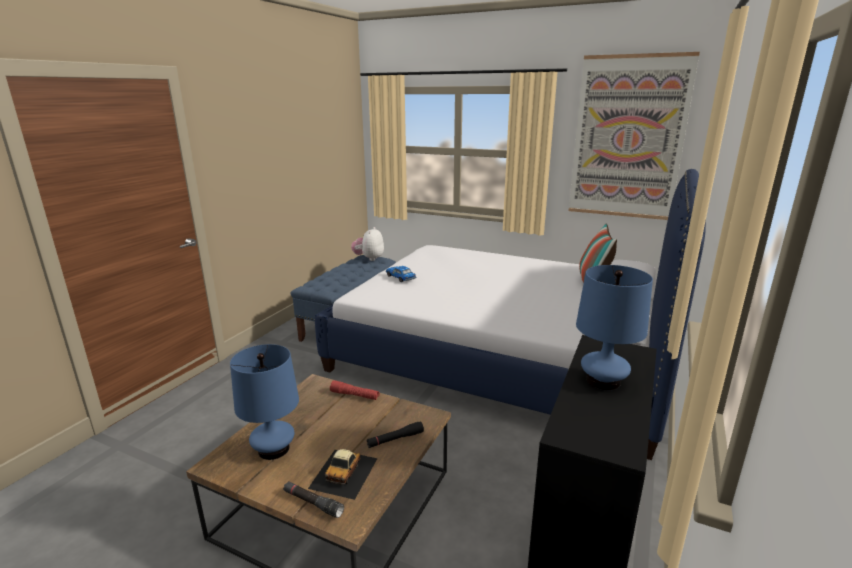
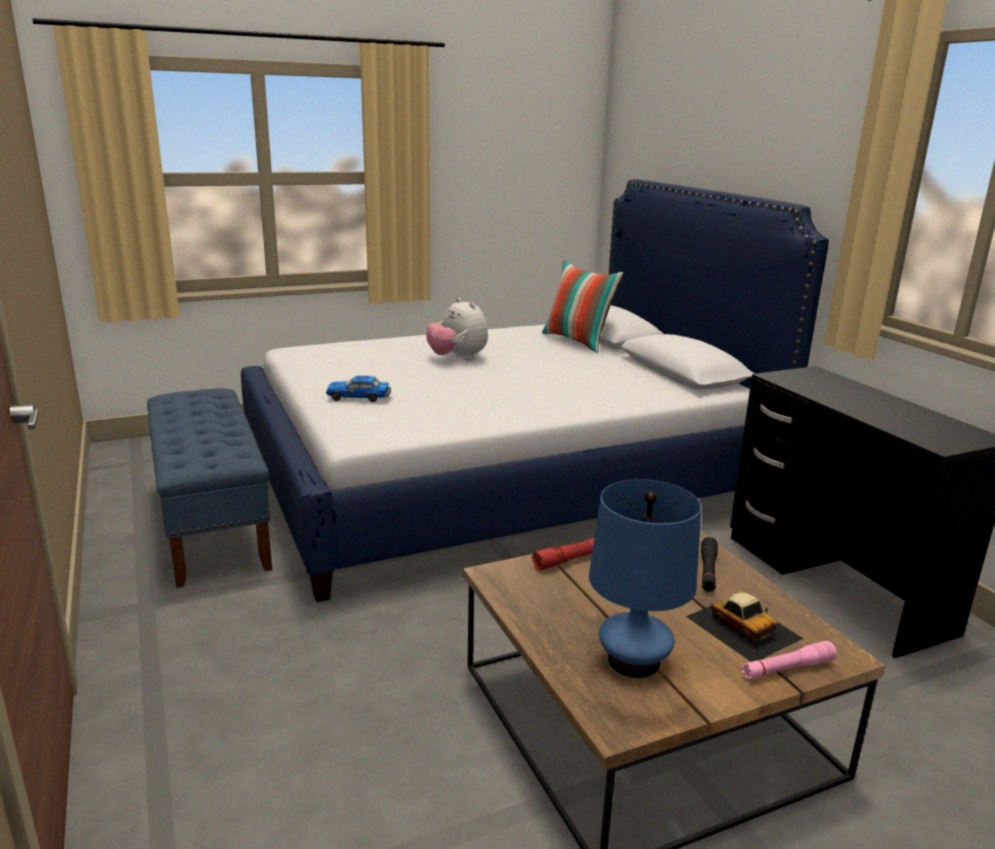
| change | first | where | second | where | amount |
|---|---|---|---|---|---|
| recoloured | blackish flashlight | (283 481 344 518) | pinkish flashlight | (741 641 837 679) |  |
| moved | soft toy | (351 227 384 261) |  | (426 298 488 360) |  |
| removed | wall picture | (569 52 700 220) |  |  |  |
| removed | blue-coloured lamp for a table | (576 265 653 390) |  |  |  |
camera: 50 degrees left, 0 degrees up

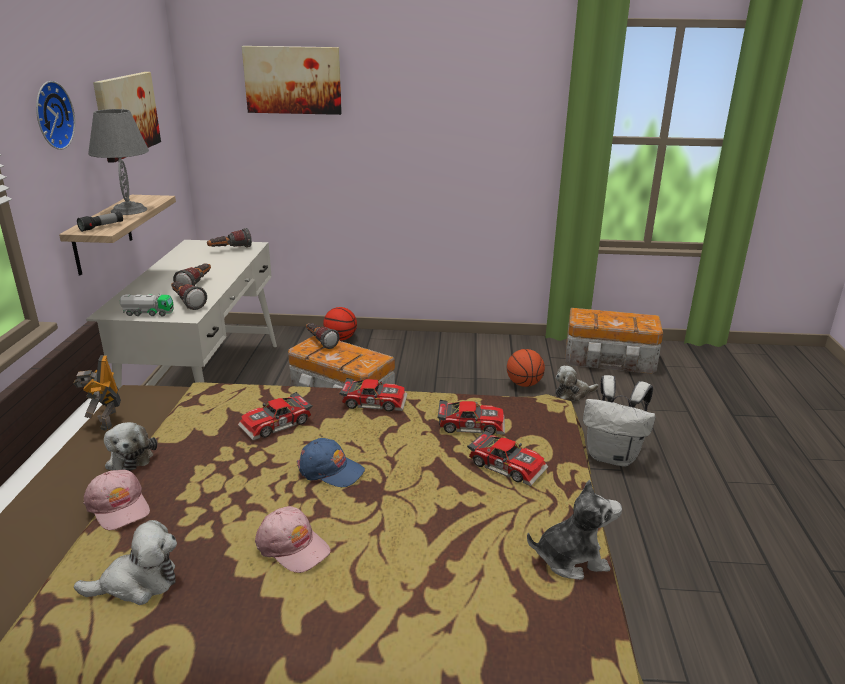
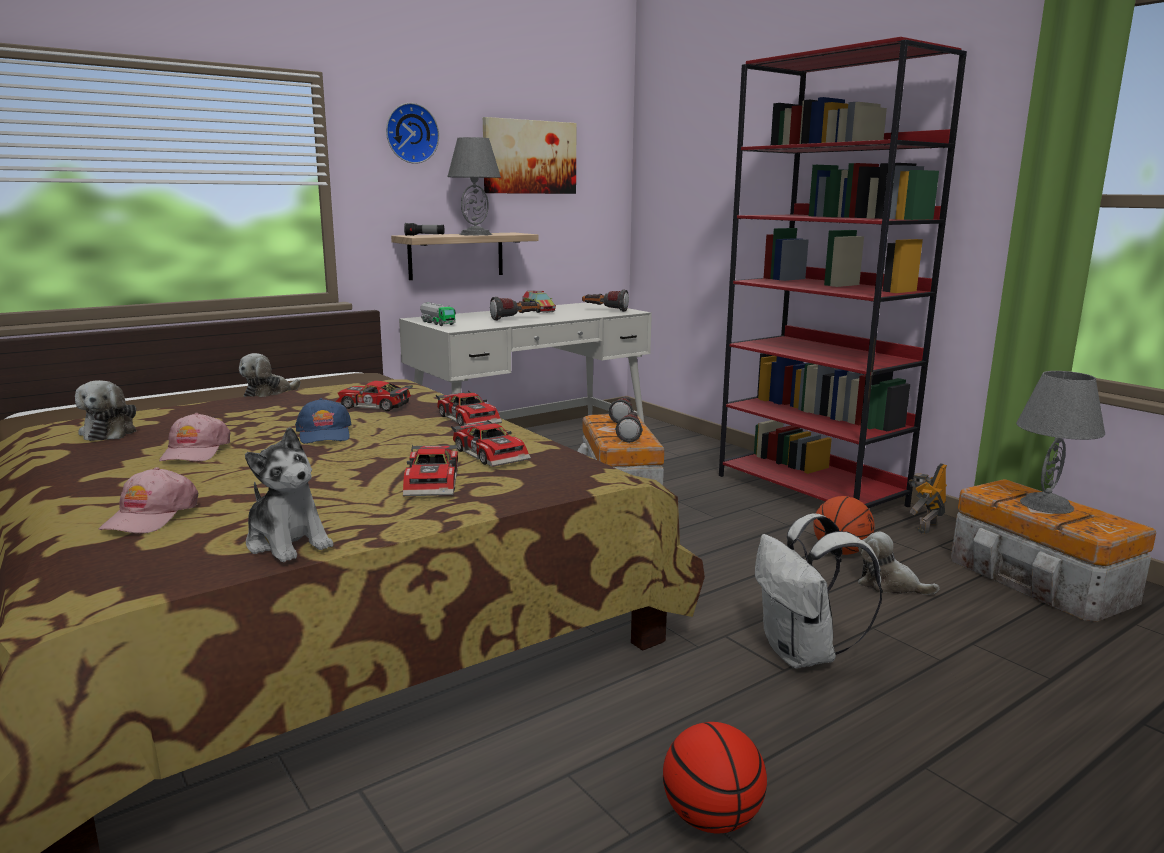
| change | first | where | second | where | amount |
|---|---|---|---|---|---|
| moved | model robot | (73 355 121 431) |  | (908 463 947 534) |  |
| turned | soft toy | (74 520 177 605) |  | (75 380 136 441) | 45 degrees clockwise |
| moved | pinkish baseball cap | (84 470 150 531) |  | (99 467 198 533) |  |
| moved | flashlight | (171 281 207 310) |  | (615 412 643 443) |  |
| removed | wall picture | (242 46 342 115) |  |  |  |
| moved | basketball ball | (323 307 357 340) |  | (663 722 767 833) |  |
| added |  |  | toy lorry | (522 290 556 313) |  |
| added |  |  | red shelving unit | (719 37 967 508) |  |
| added |  |  | grey lamp for a table | (1016 371 1105 514) |  |
camera: 50 degrees right, 10 degrees down

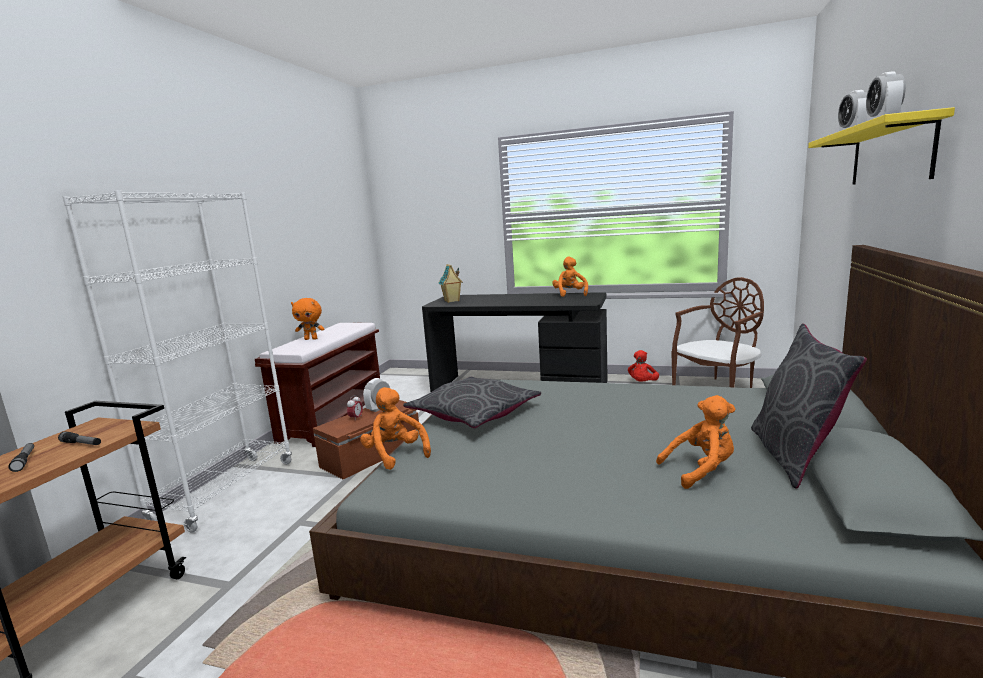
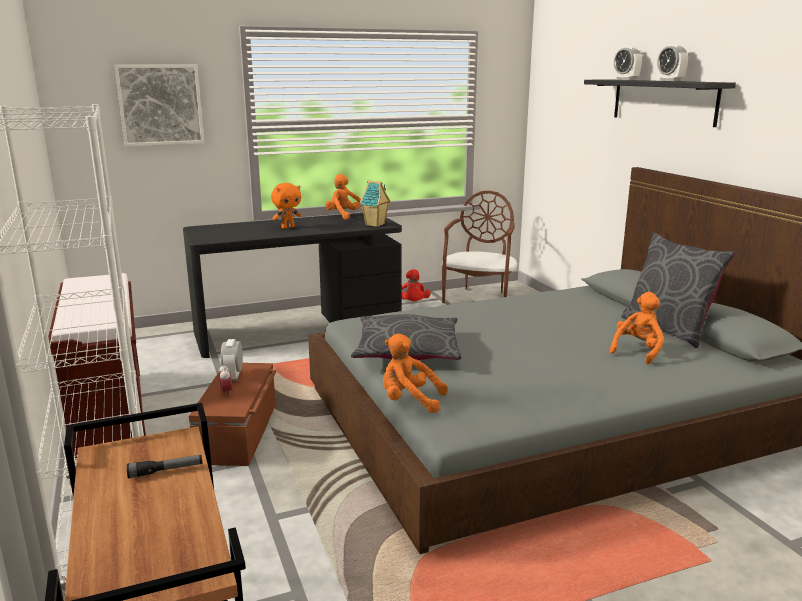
| change | first | where | second | where | amount |
|---|---|---|---|---|---|
| removed | flashlight | (8 443 34 472) |  |  |  |
| moved | orange soft toy | (291 298 324 340) |  | (271 183 302 229) |  |
| moved | model house | (438 264 463 303) |  | (360 180 391 227) |  |
| recoloured | yellow wall shelf | (808 107 955 185) | blackish wall shelf | (584 79 736 127) |  |
| added |  |  | wall picture | (115 65 204 146) |  |
camera: 40 degrees left, 5 degrees up

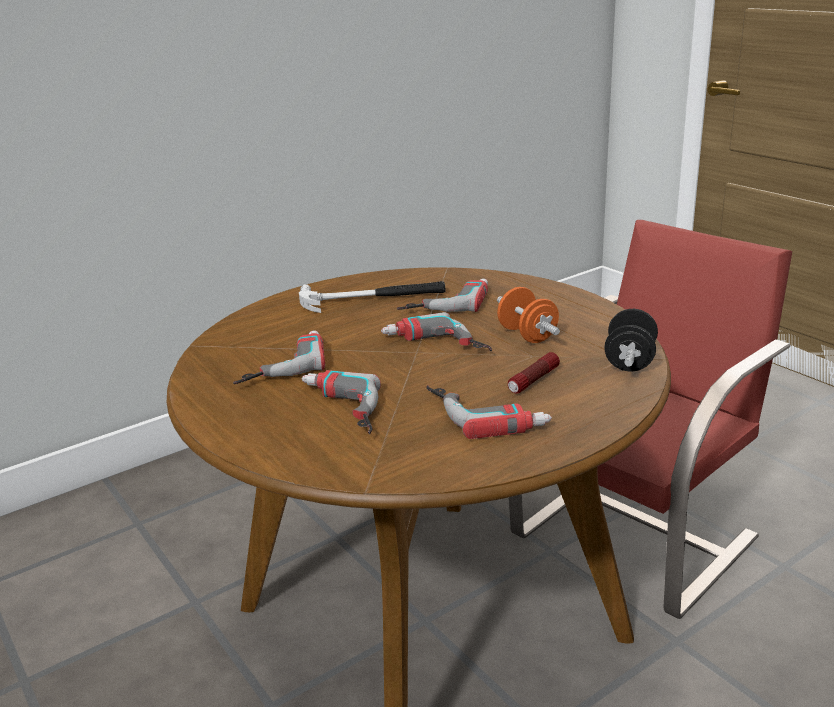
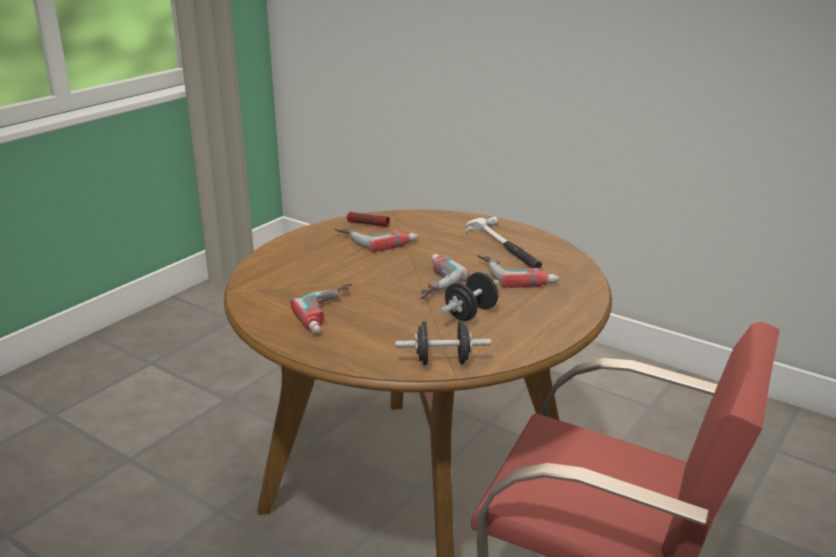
| change | first | where | second | where | amount |
|---|---|---|---|---|---|
| removed | electric drill | (302 370 381 434) |  |  |  |
| recoloured | orange free weight | (497 287 560 343) | blackish free weight | (441 272 499 321) |  |
| moved | flashlight | (508 352 560 394) |  | (347 212 390 227) |  |
camera: 70 degrees right, 0 degrees up

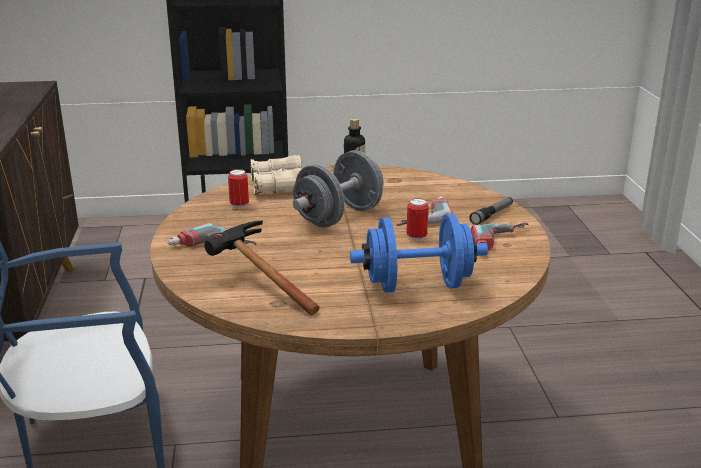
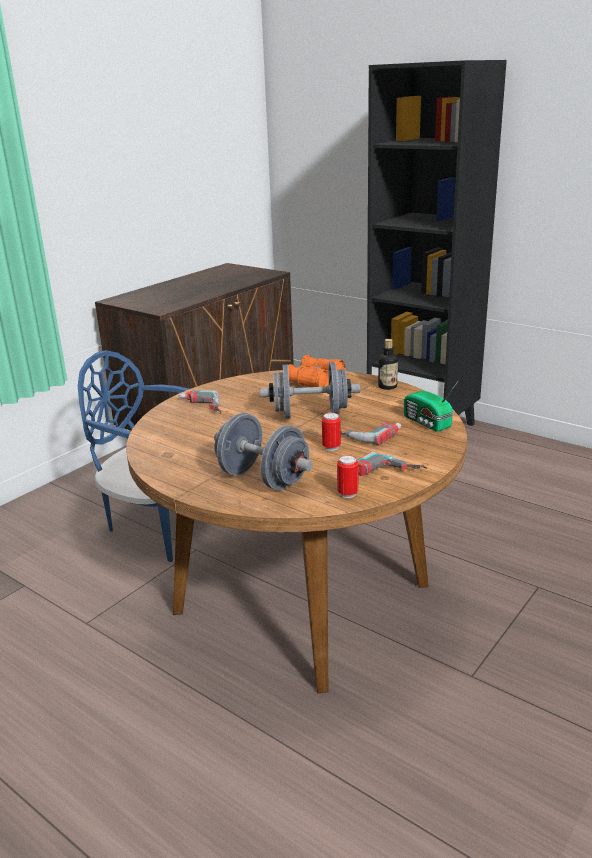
| change | first | where | second | where | amount |
|---|---|---|---|---|---|
| removed | tool hammer | (204 221 320 315) |  |  |  |
| moved | can | (228 169 249 209) |  | (337 455 358 498) |  |
| recoloured | beige-coloured binoculars | (250 155 303 195) | orange binoculars | (288 355 346 387) |  |
| recoloured | blue-coloured free weight | (350 214 488 293) | grey free weight | (214 413 313 490) |  |
| removed | flashlight | (469 197 513 225) |  |  |  |
| added |  |  | radio | (404 382 458 432) |  |
camera: 45 degrees right, 0 degrees up

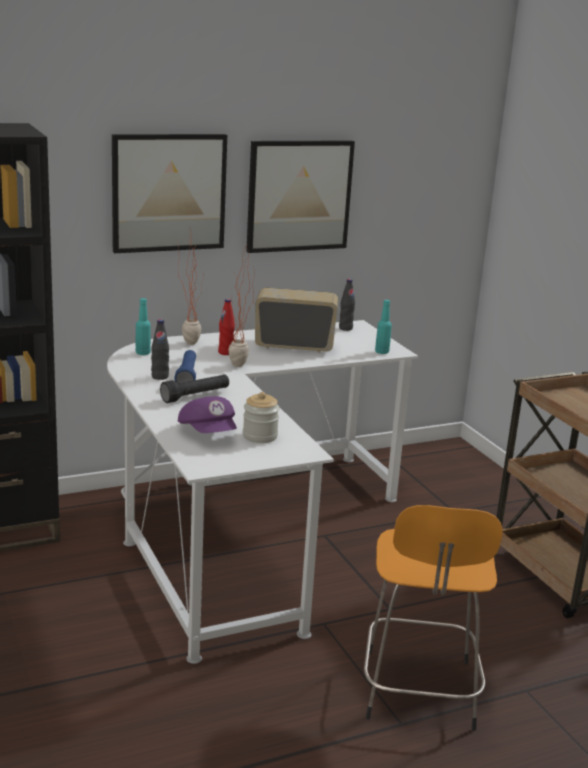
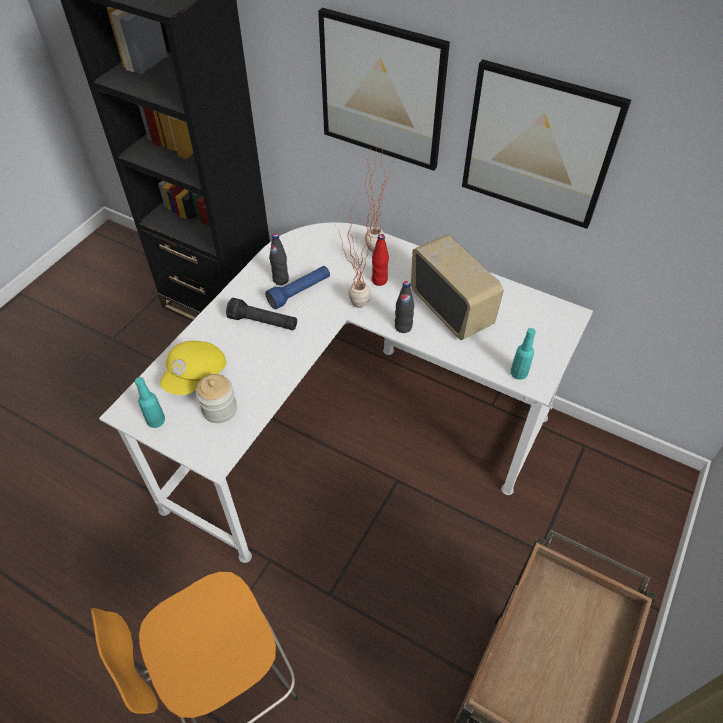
| change | first | where | second | where | amount |
|---|---|---|---|---|---|
| moved | turquoise-coloured drink bottle | (135 298 151 355) |  | (135 377 165 428) |  |
| recoloured | purplish baseball cap | (178 396 237 433) | yellow baseball cap | (160 341 226 395) |  |
| moved | blackish drink bottle | (339 279 355 331) |  | (395 281 414 333) |  |
camera: 55 degrees right, 30 degrees up

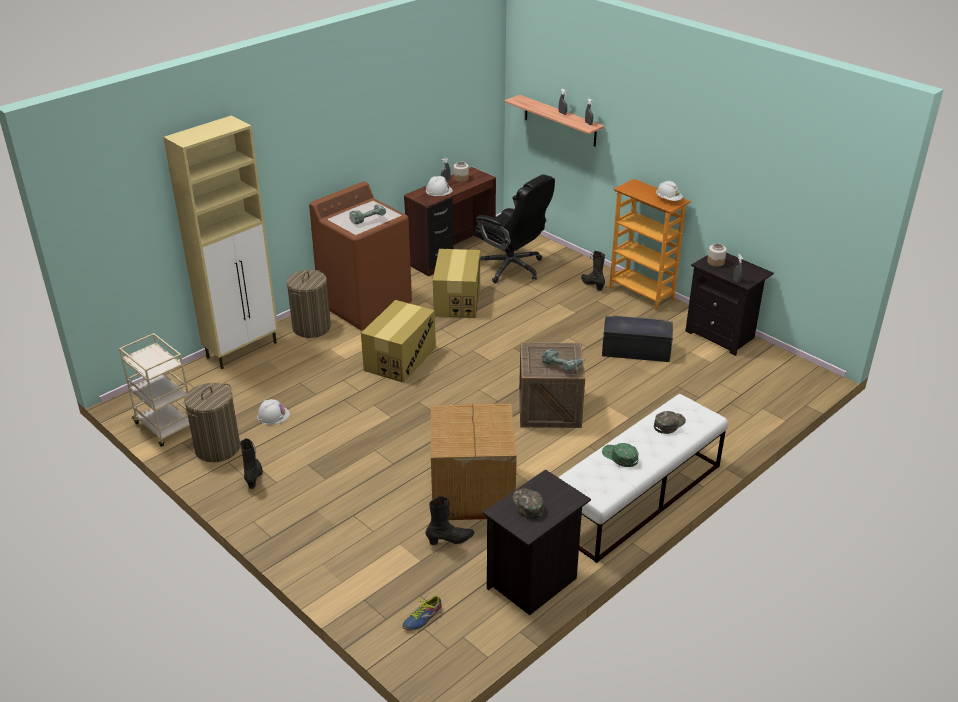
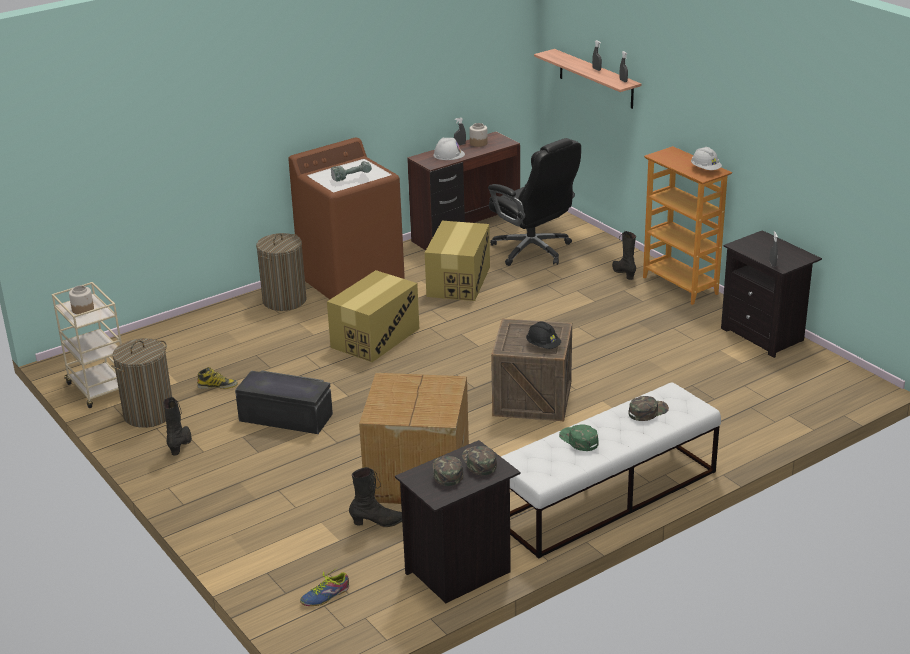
| change | first | where | second | where | amount |
|---|---|---|---|---|---|
| removed | beige-coloured cabinet | (163 116 278 369) |  |  |  |
| replaced | white-coloured hard hat | (257 399 290 425) | high-top boot | (197 367 238 389) |  |
| replaced | electric drill | (542 348 584 371) | blackish hard hat | (526 322 561 349) |  |
| moved | blackish storage bin | (602 316 673 362) |  | (235 371 333 434) |  |
| moved | preserve jar | (707 243 727 267) |  | (69 285 94 314) |  |
| added |  |  | greenish baseball cap | (462 446 497 475) |  |
camera: 10 degrees right, 5 degrees down

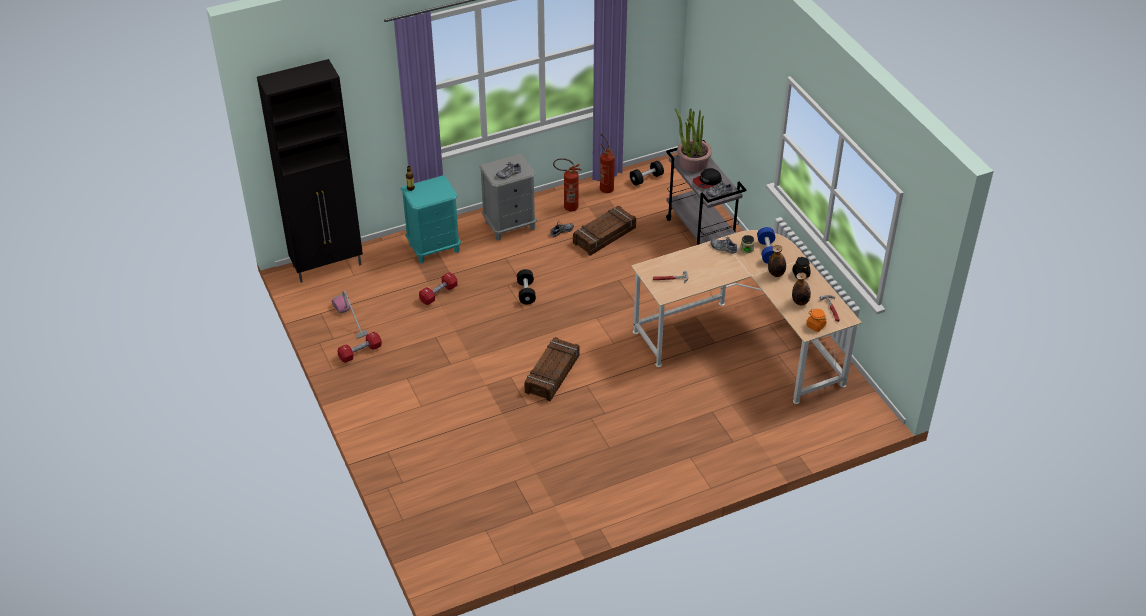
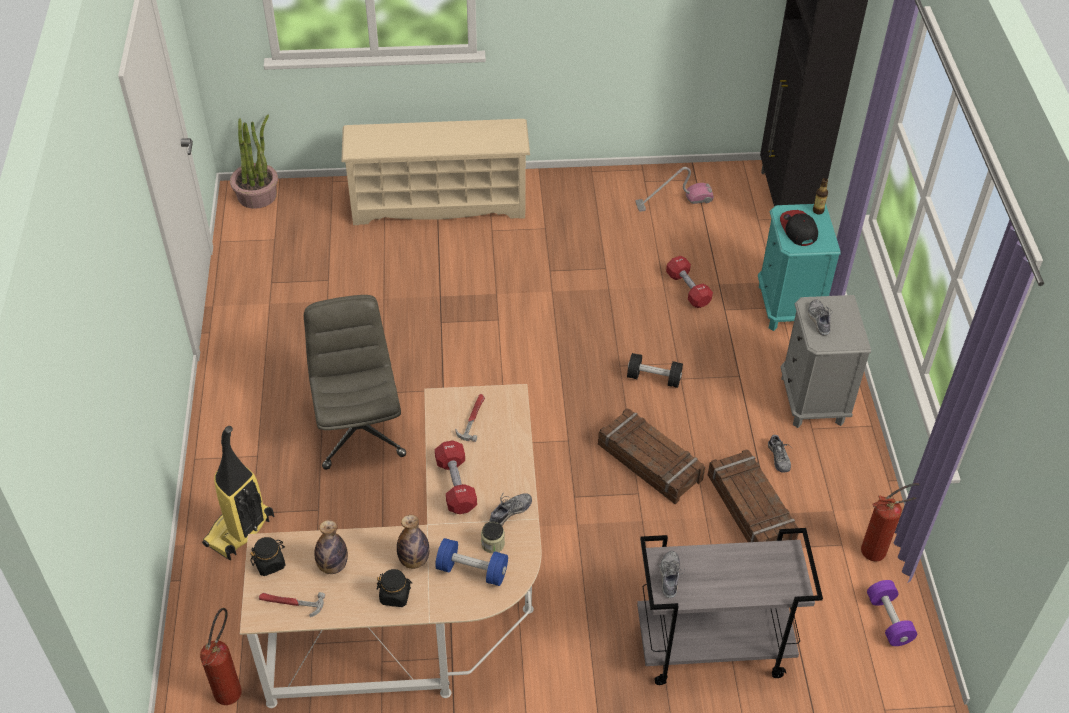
| change | first | where | second | where | amount |
|---|---|---|---|---|---|
| moved | red free weight | (337 332 382 363) |  | (435 441 477 514) |  |
| moved | packing crate | (524 337 580 401) |  | (598 408 705 504) |  |
| moved | extinguisher | (553 158 581 211) |  | (200 608 242 705) |  |
| recoloured | blackish free weight | (630 161 664 186) | purplish free weight | (867 580 917 646) |  |
| moved | houseplant | (675 108 712 172) |  | (230 115 278 209) |  |
| moved | baseball cap | (693 168 722 189) |  | (780 210 818 246) |  |
| recoloured | orange preserve jar | (806 309 826 332) | blackish preserve jar | (250 537 285 576) |  |
| added |  |  | vacuum | (202 426 274 560) |  |
| added |  |  | grey office chair | (304 295 406 470) |  |
| added |  |  | beige-coloured shoe stand | (341 119 530 225) |  |
camera: 110 degrees right, 5 degrees up

